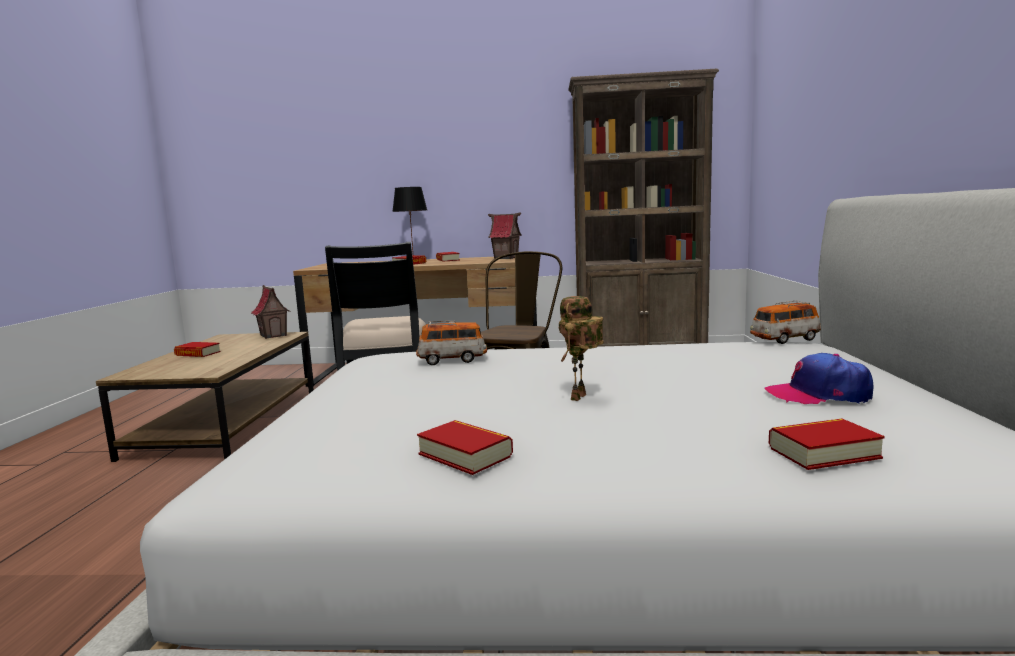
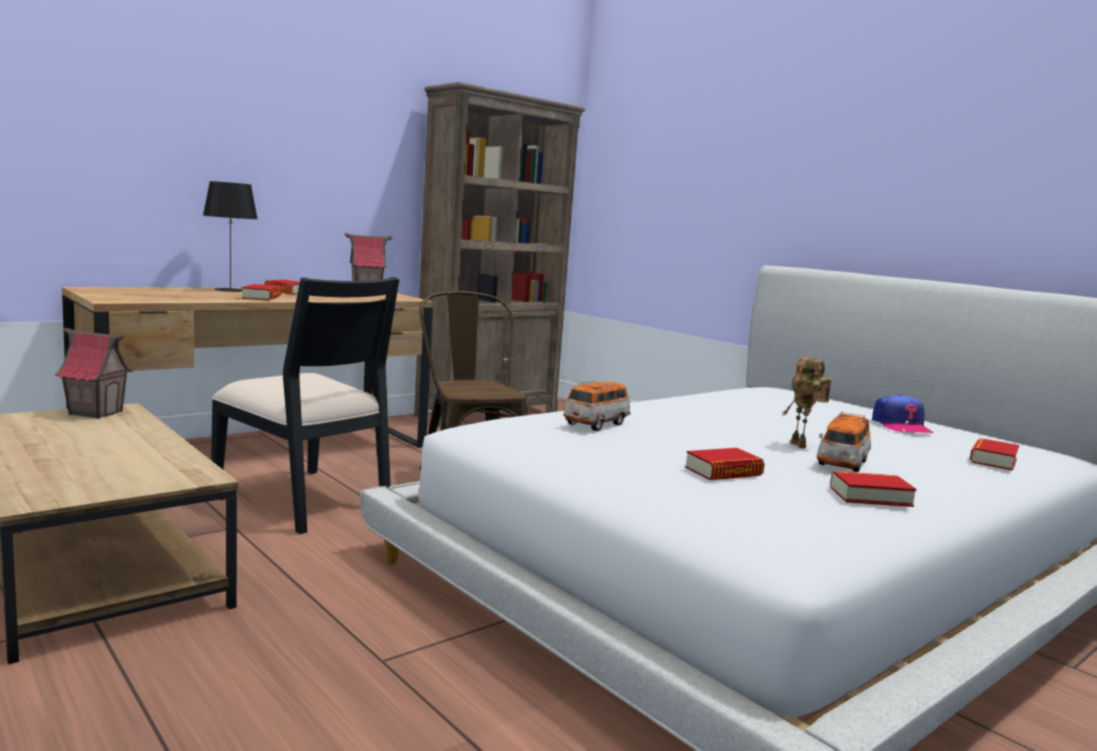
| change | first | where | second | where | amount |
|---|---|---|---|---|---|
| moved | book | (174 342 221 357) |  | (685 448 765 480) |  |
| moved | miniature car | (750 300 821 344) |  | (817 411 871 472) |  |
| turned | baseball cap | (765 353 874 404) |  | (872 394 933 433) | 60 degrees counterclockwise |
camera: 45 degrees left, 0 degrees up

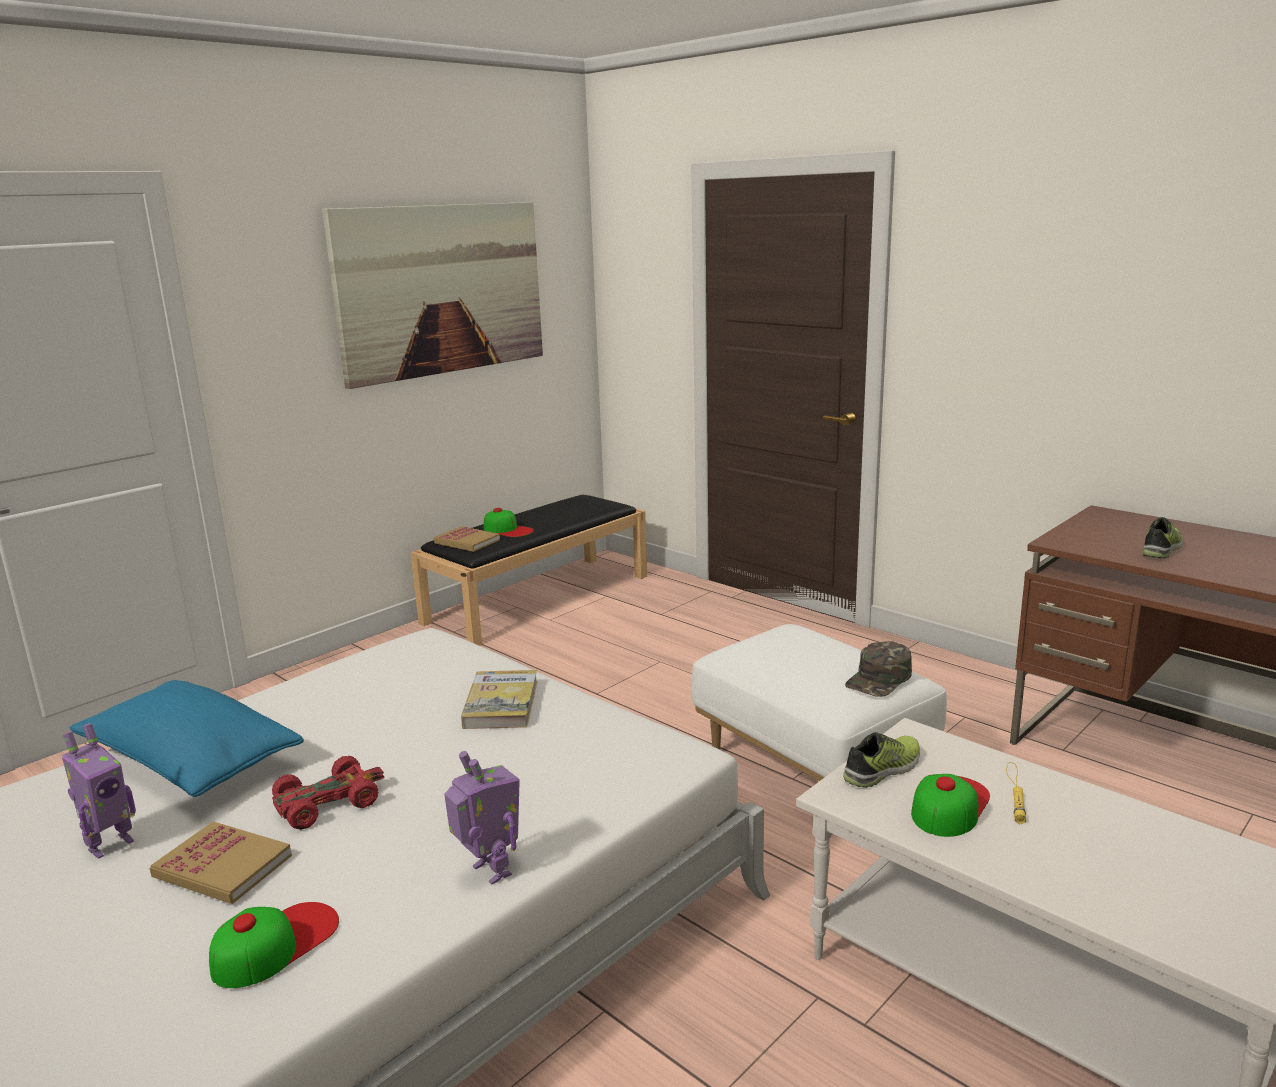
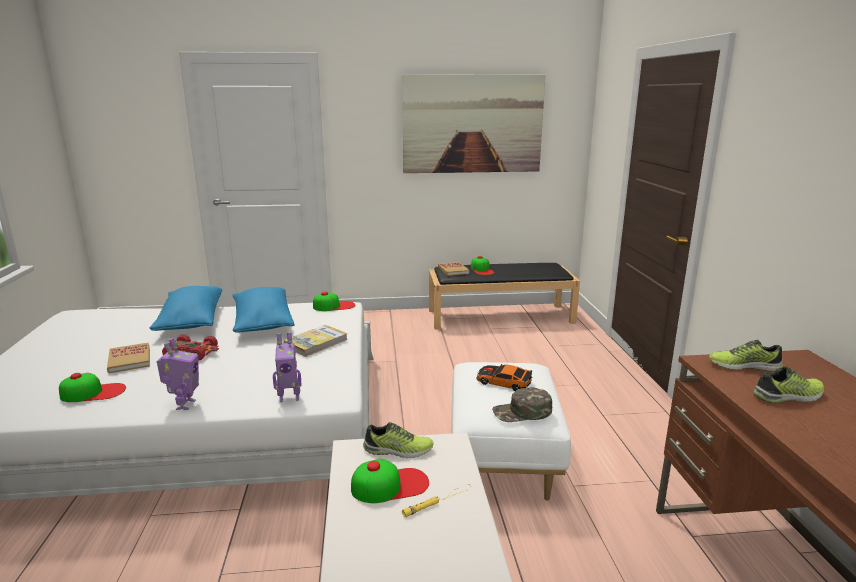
| change | first | where | second | where | amount |
|---|---|---|---|---|---|
| moved | model robot | (62 723 136 859) |  | (273 332 302 402) |  |
| added |  |  | blue-coloured pillow | (233 287 294 333) |  |
| added |  |  | baseball cap | (313 292 355 311) |  |
| added |  |  | miniature car | (477 364 532 391) |  |
| added |  |  | shoe | (709 340 783 371) |  |
camera: 40 degrees right, 0 degrees up

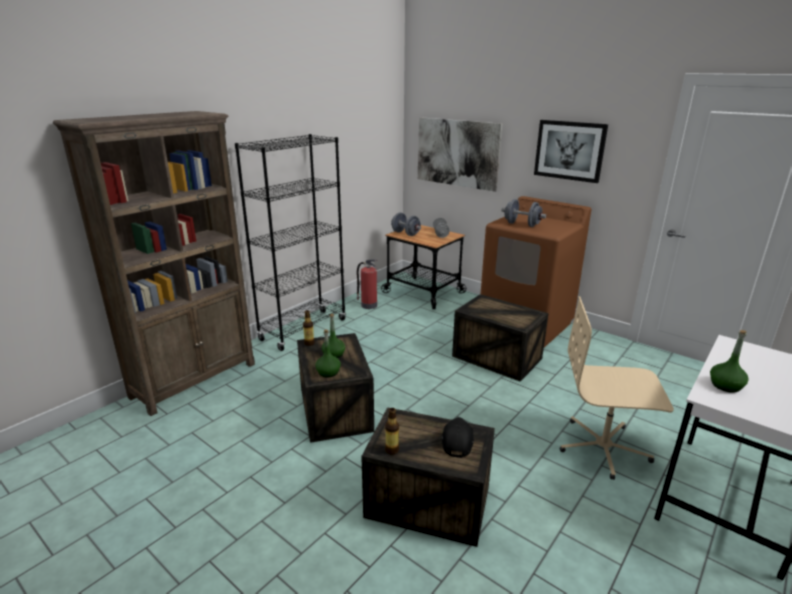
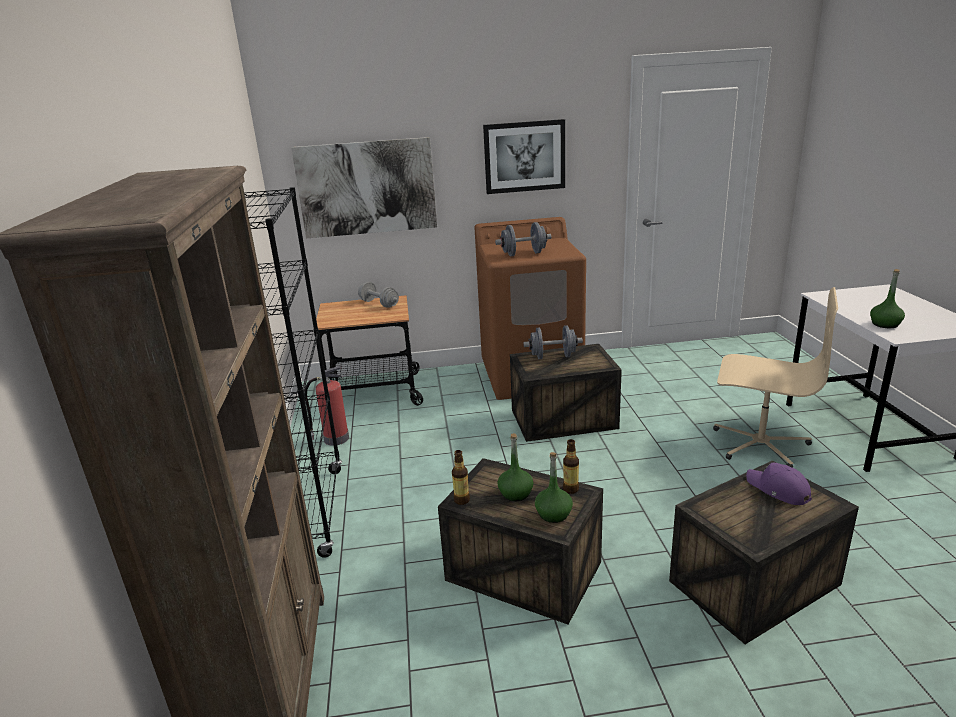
| change | first | where | second | where | amount |
|---|---|---|---|---|---|
| moved | drink bottle | (385 408 399 455) |  | (563 439 579 494) |  |
| moved | grey free weight | (391 212 421 236) |  | (523 325 583 359) |  |
| recoloured | blackish baseball cap | (442 417 474 458) | purplish baseball cap | (746 462 812 505) |  |
| turned | beige-coloured office chair | (560 296 674 480) |  | (713 287 838 468) | 120 degrees counterclockwise |
camera: 45 degrees left, 0 degrees up

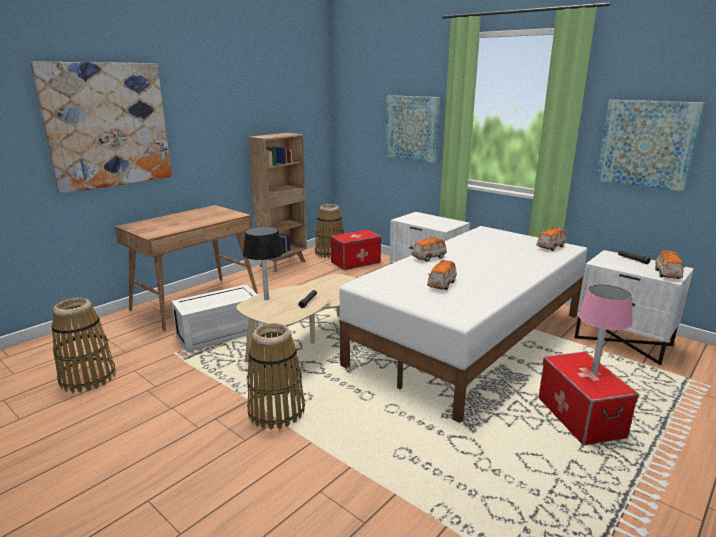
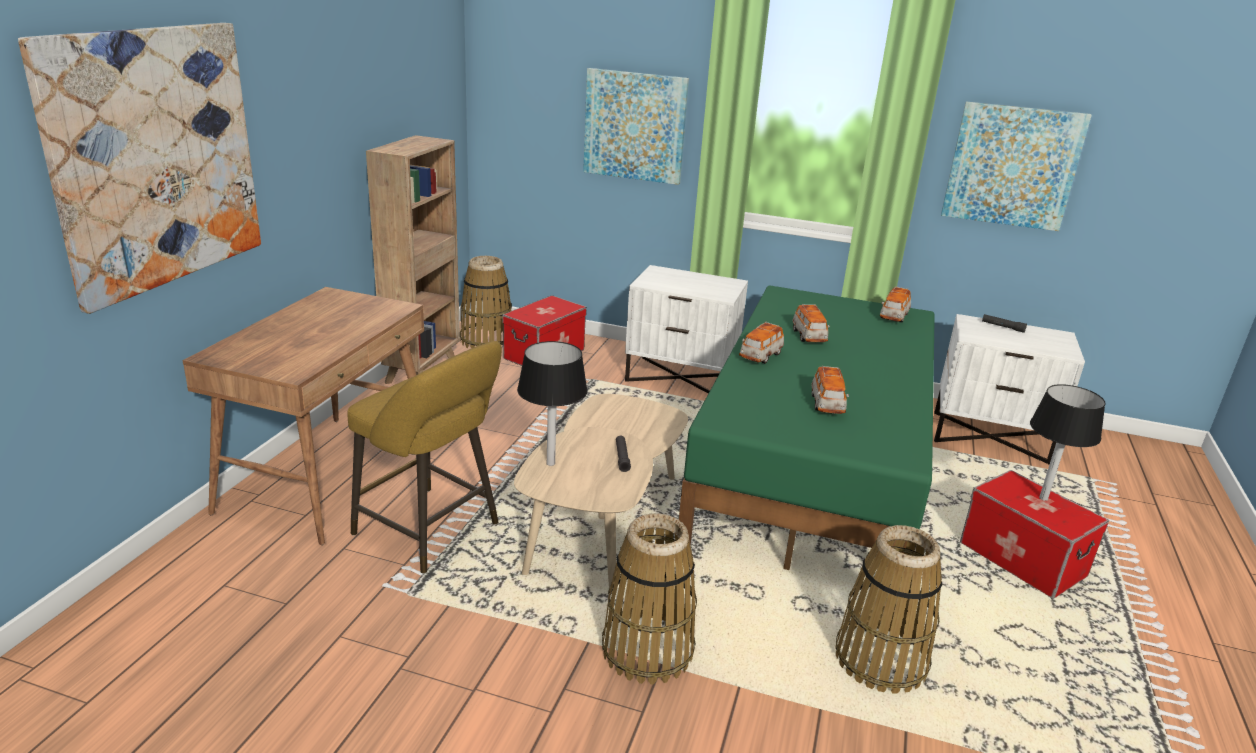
| change | first | where | second | where | amount |
|---|---|---|---|---|---|
| moved | storage basket | (52 298 116 393) |  | (835 525 942 694) |  |
| replaced | white-coloured storage bin | (171 284 263 352) | yellow stool | (347 341 502 574) |  |
| recoloured | white-coloured sleeping bed | (339 226 587 423) | greenish sleeping bed | (679 285 935 570) |  |
| recoloured | pinkish lamp for a table | (578 284 633 373) | blackish lamp for a table | (1030 384 1106 501) |  |
| moved | miniature car | (655 251 685 279) |  | (792 304 830 342) |  |
camera: 25 degrees left, 5 degrees up

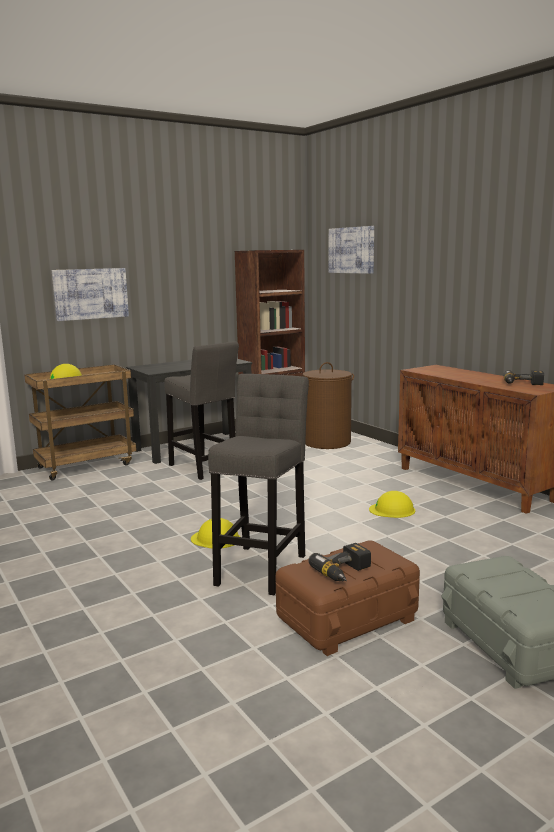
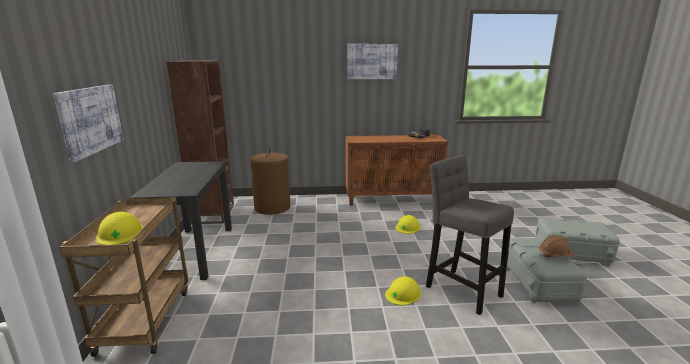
| change | first | where | second | where | amount |
|---|---|---|---|---|---|
| removed | grey stool | (164 341 239 480) |  |  |  |
| recoloured | brownish storage bin | (276 540 420 656) | grey storage bin | (506 238 587 303) |  |
| replaced | electric drill | (308 543 371 581) | brownish hard hat | (539 236 575 258) |  |
| moved | wall picture | (329 226 374 274) |  | (347 44 398 79) |  |
camera: 60 degrees left, 5 degrees up

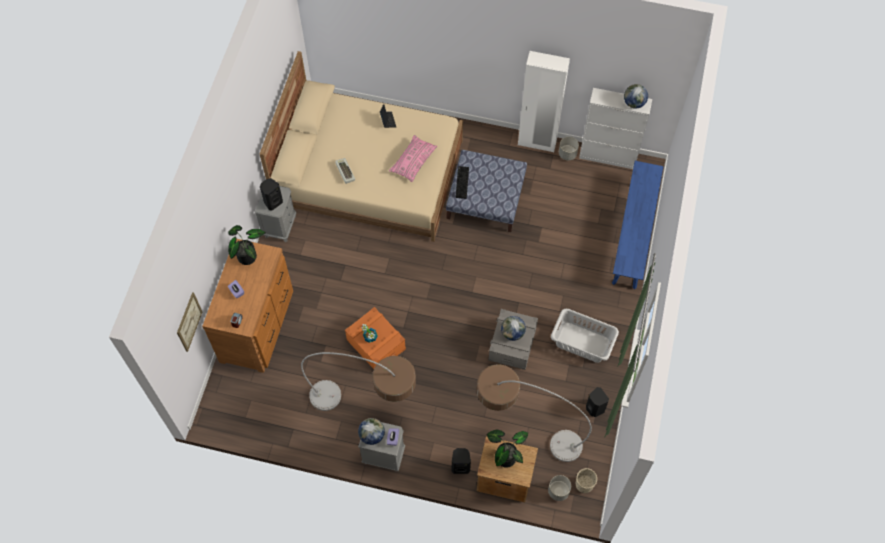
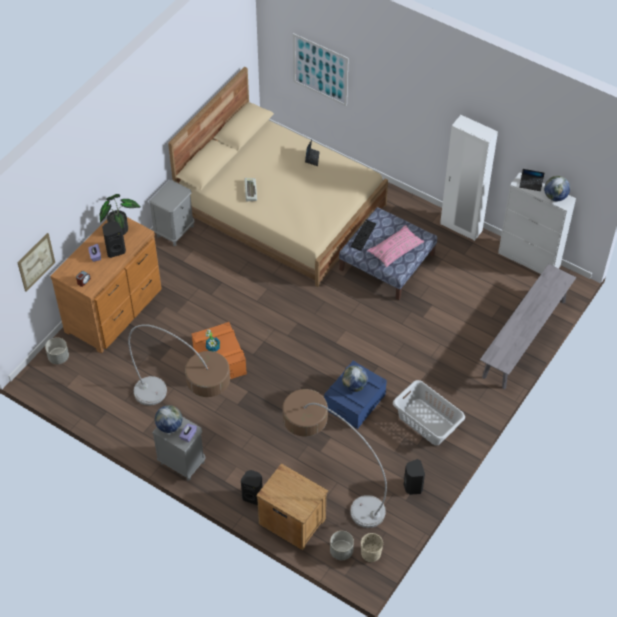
| change | first | where | second | where | amount |
|---|---|---|---|---|---|
| moved | blackish audio speaker | (260 178 283 211) |  | (102 221 126 258) |  |
| moved | pinkish pillow | (389 135 437 182) |  | (367 225 424 267) |  |
| removed | houseplant | (487 429 528 468) |  |  |  |
| recoloured | grey storage bin | (488 309 538 370) | blue-coloured storage bin | (324 361 387 429) |  |
| moved | grey plant pot | (559 137 579 160) |  | (45 337 69 364) |  |
| recoloured | blue-coloured indoor bench | (612 161 663 289) | grey indoor bench | (480 264 576 389) |  |
| added |  |  | wall picture | (293 33 349 107) |  |
| added |  |  | laptop | (519 169 545 191) |  |
camera: 20 degrees right, 10 degrees down

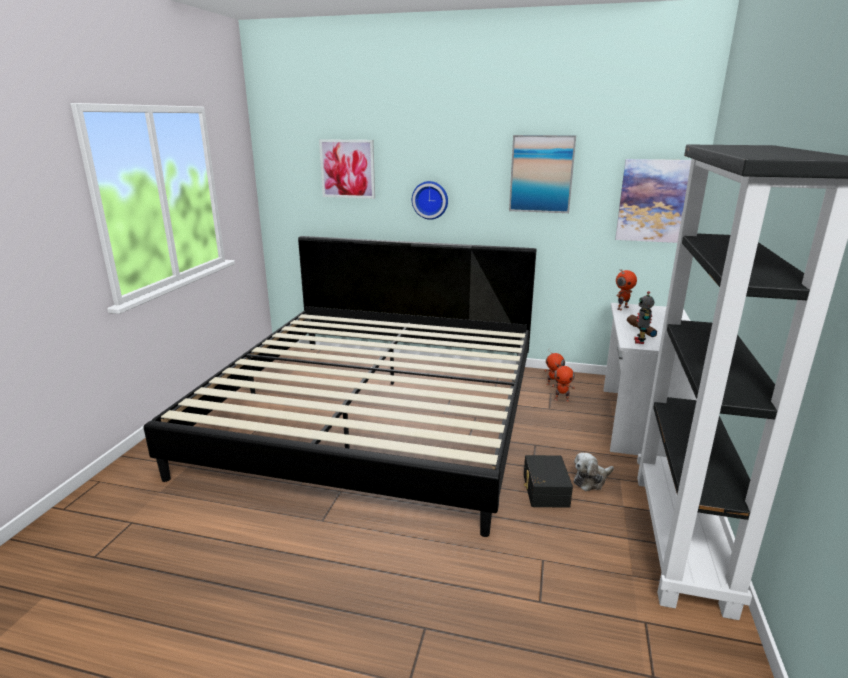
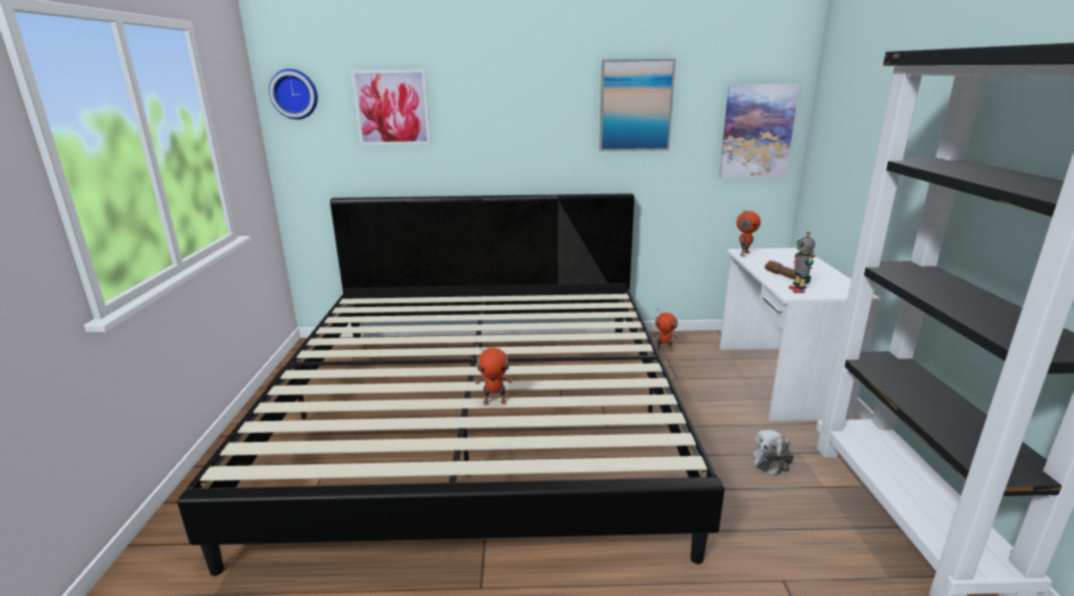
| change | first | where | second | where | amount |
|---|---|---|---|---|---|
| moved | hanging clock | (412 181 448 220) |  | (269 69 318 120) |  |
| removed | blackish storage bin | (524 455 573 508) |  |  |  |
| moved | model robot | (551 364 575 402) |  | (475 344 513 405) |  |
camera: 15 degrees left, 0 degrees up

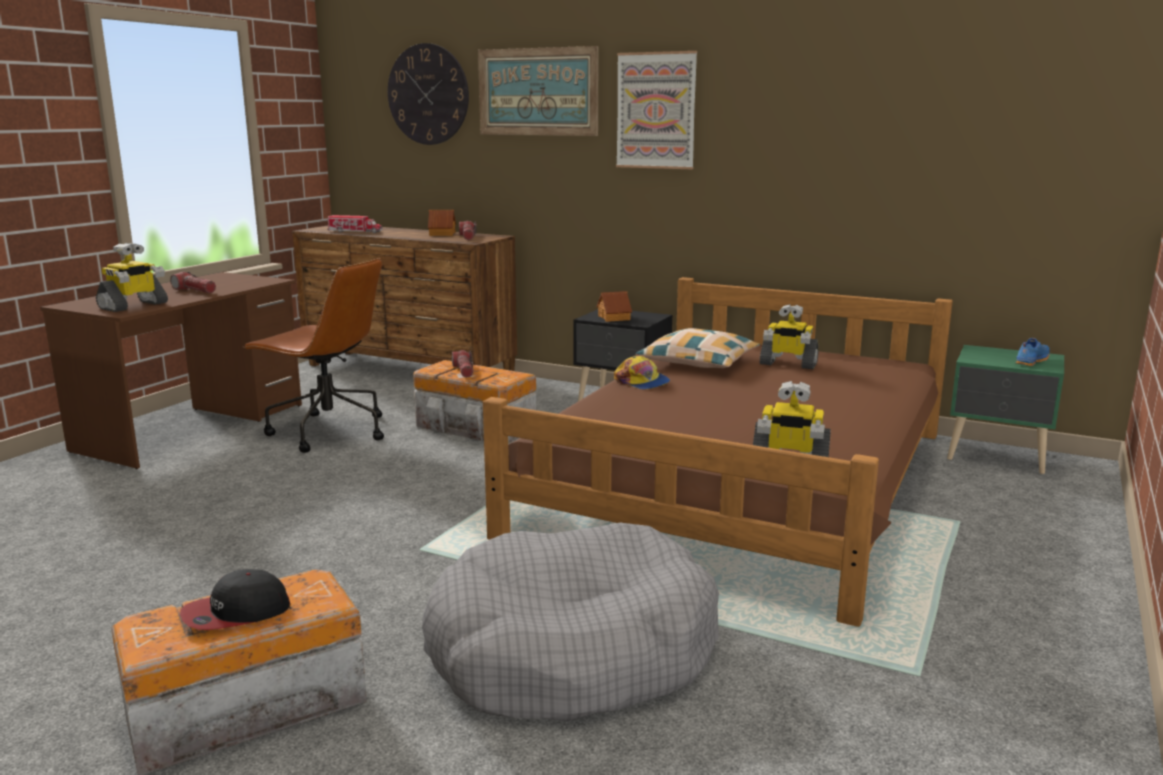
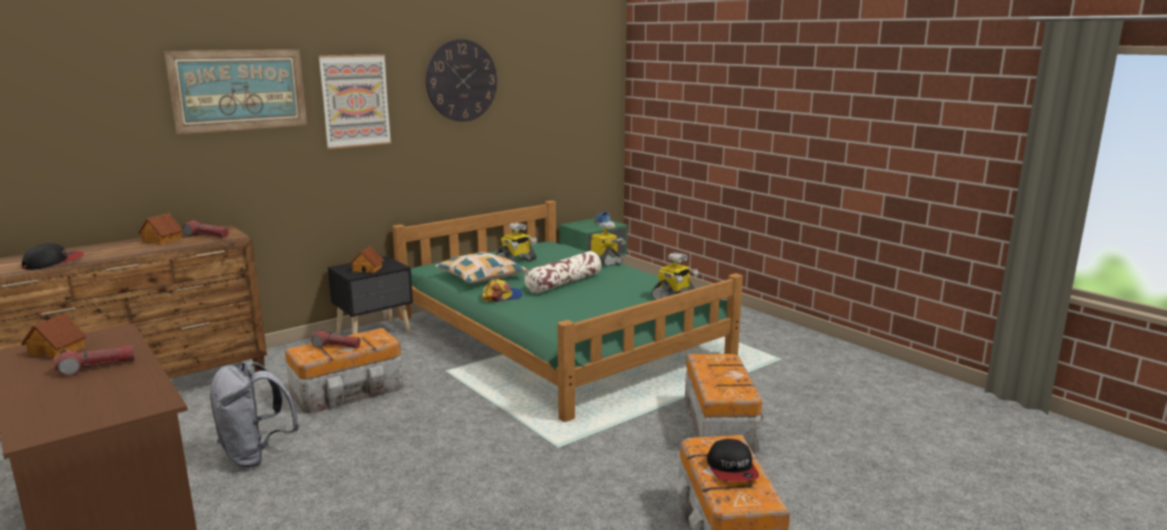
| change | first | where | second | where | amount |
|---|---|---|---|---|---|
| moved | model robot | (96 243 168 312) |  | (586 221 625 266) |  |
| replaced | brownish office chair | (243 258 384 453) | grey knapsack | (210 362 299 467) |  |
| replaced | toy lorry | (327 215 383 233) | baseball cap | (22 243 84 270) |  |
| moved | hanging clock | (388 43 469 145) |  | (426 39 497 122) |  |
| replaced | grey dog bed | (422 523 719 722) | storage bin | (685 354 764 454) |  |
| recoloured | brownish sleeping bed | (483 277 953 627) | greenish sleeping bed | (392 200 743 422) |  |
| added |  |  | model house | (21 313 87 359) |  |
| added |  |  | pillow | (524 251 601 294) |  |
camera: 65 degrees left, 0 degrees up

